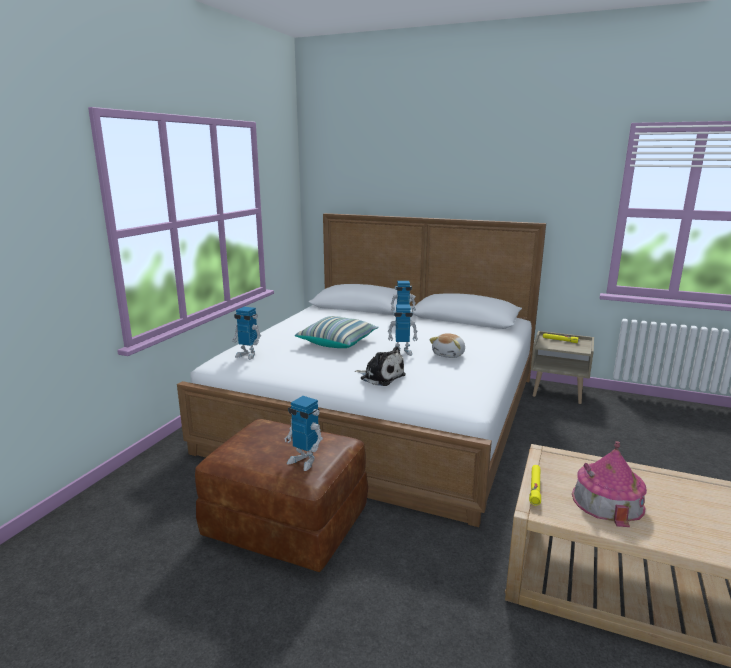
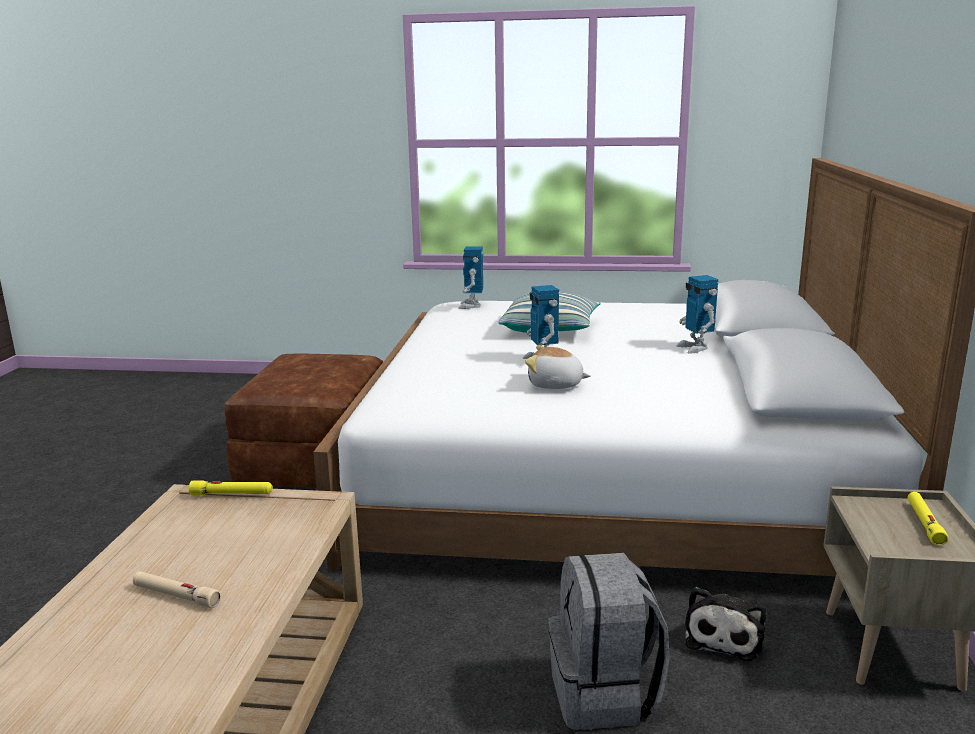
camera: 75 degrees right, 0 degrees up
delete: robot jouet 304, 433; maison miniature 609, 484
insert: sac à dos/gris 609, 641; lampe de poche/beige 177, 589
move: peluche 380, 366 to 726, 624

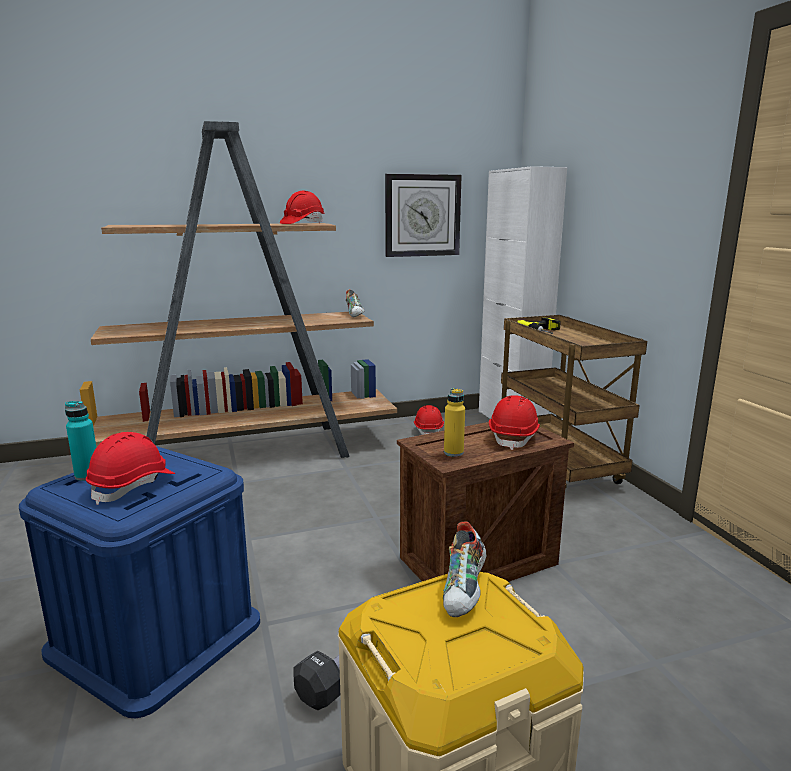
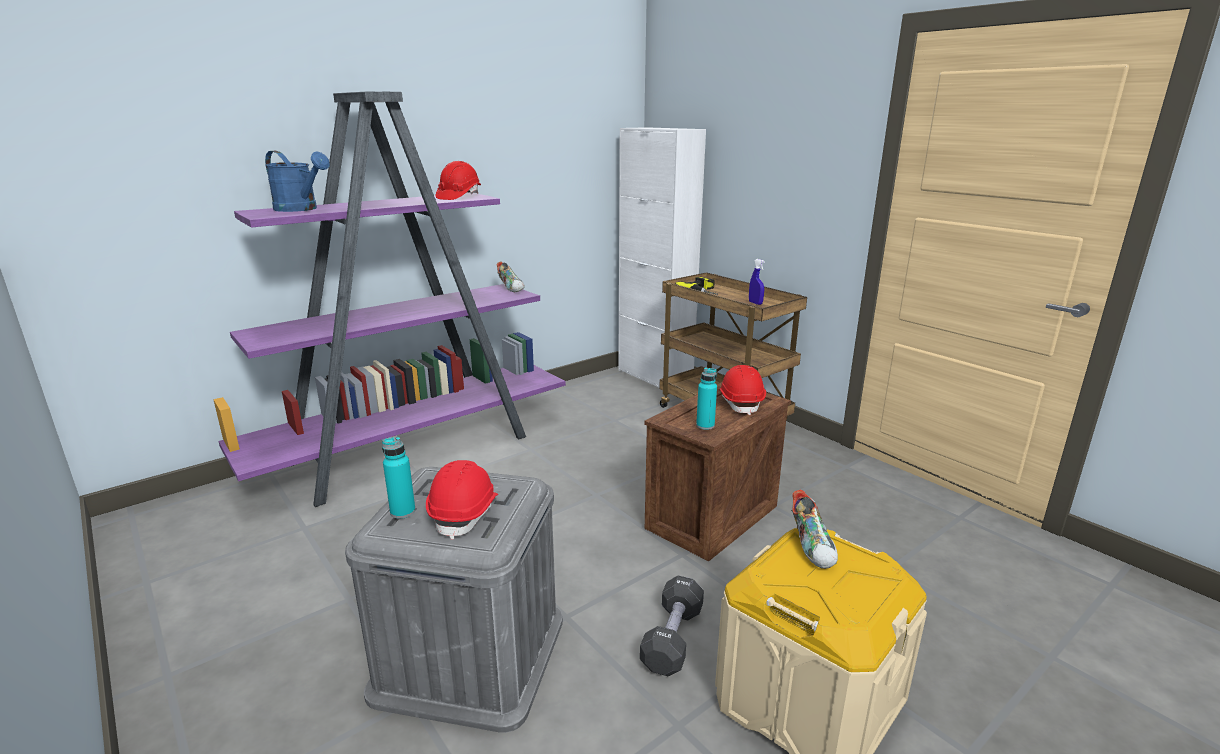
camera: 20 degrees left, 5 degrees up
delete: horloge murale 423, 215; casque de chantier/rouge 429, 420
insert: arrosoir/bleu 297, 181; vaporisateur/bleu 757, 282
recolor: bibliothèque/marron 238, 289 to bibliothèque/violet 389, 299; bouteille/jaune 454, 422 to bouteille/turquoise 706, 399; boîte de rangement/bleu 139, 582 to boîte de rangement/gris 454, 600

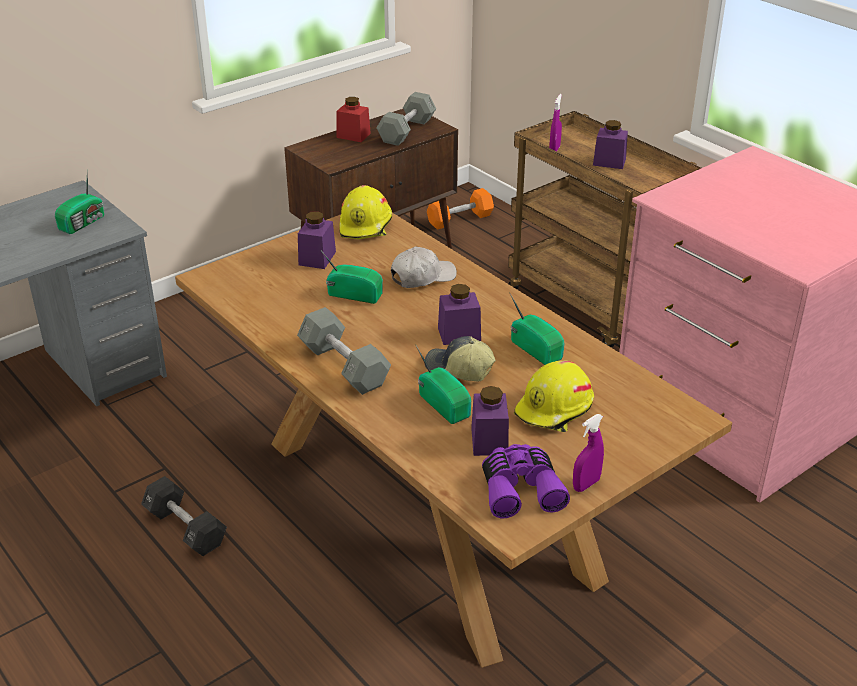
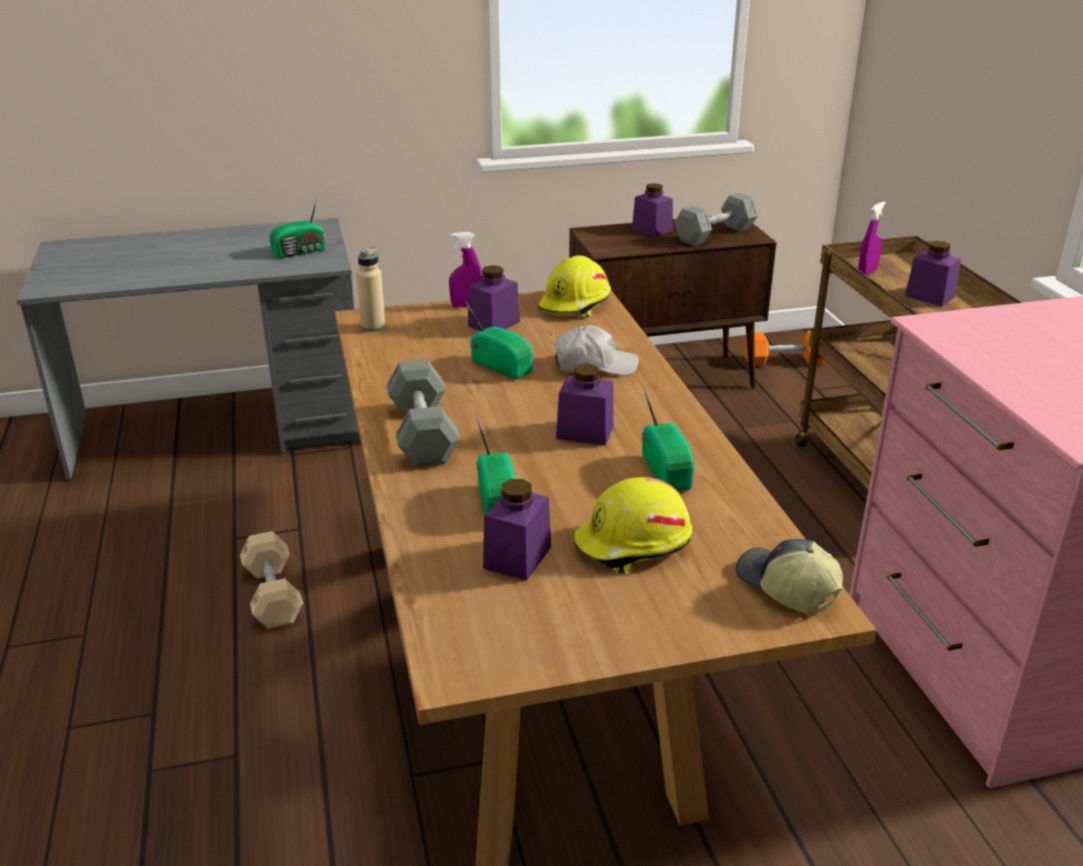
camera: 25 degrees right, 5 degrees down
delete: jumelles/violet 526, 481
insert: bouteille/beige 370, 289
move: casquette 460, 358 to 789, 576; vaporisateur/violet 588, 453 to 465, 269
recolor: bocal/rouge 353, 119 to bocal/violet 652, 210; haltère/noir 184, 516 to haltère/beige 271, 580

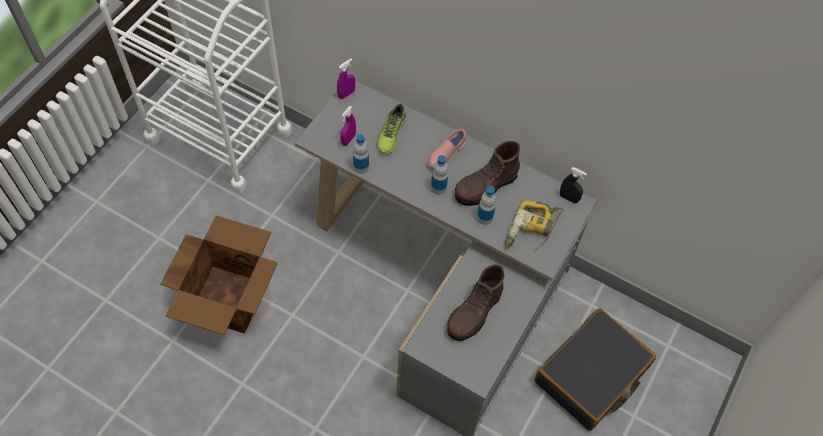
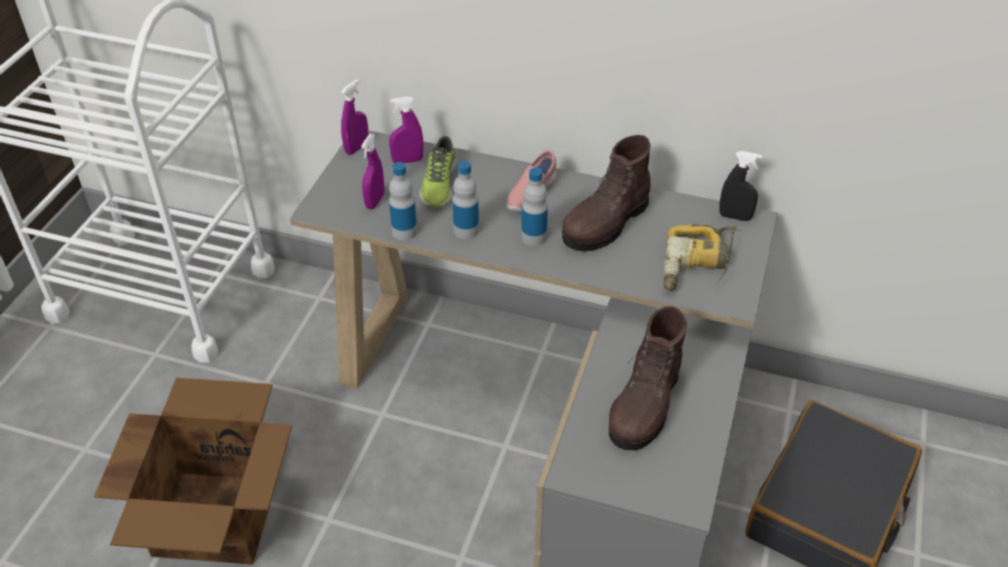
camera: 10 degrees left, 15 degrees down
insert: vaporisateur/violet 406, 130
move: bouteille 486, 205 to 465, 200

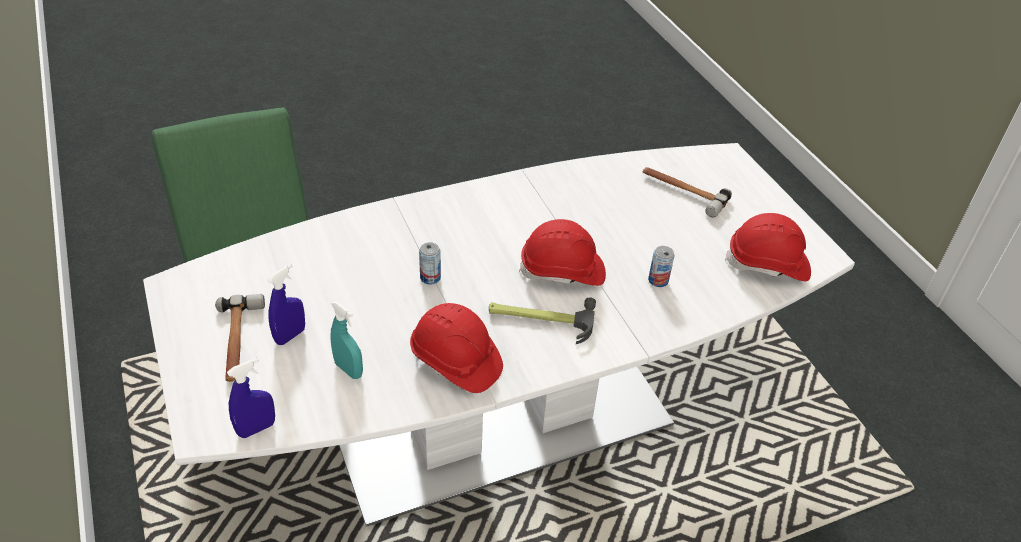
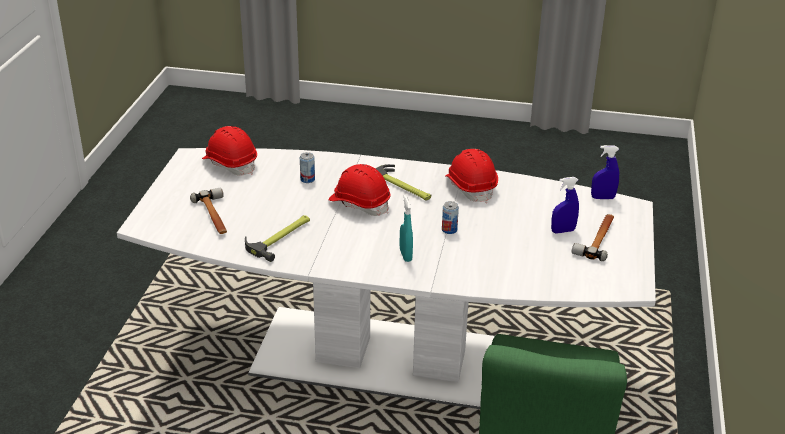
camera: 145 degrees left, 10 degrees down
insert: marteau 277, 238
move: vaporisateur/turquoise 347, 340 to 406, 228

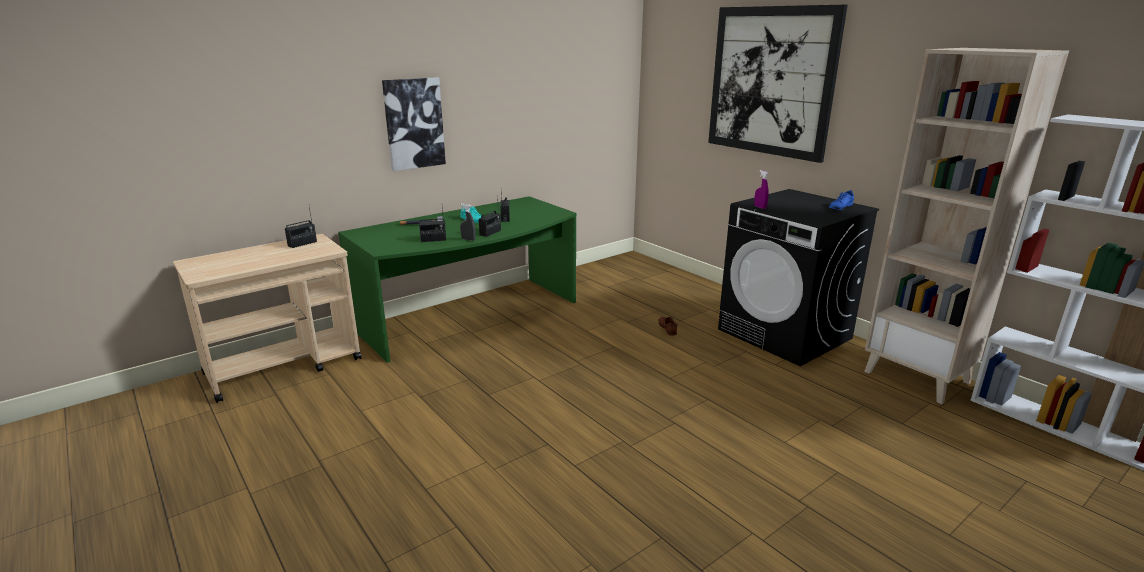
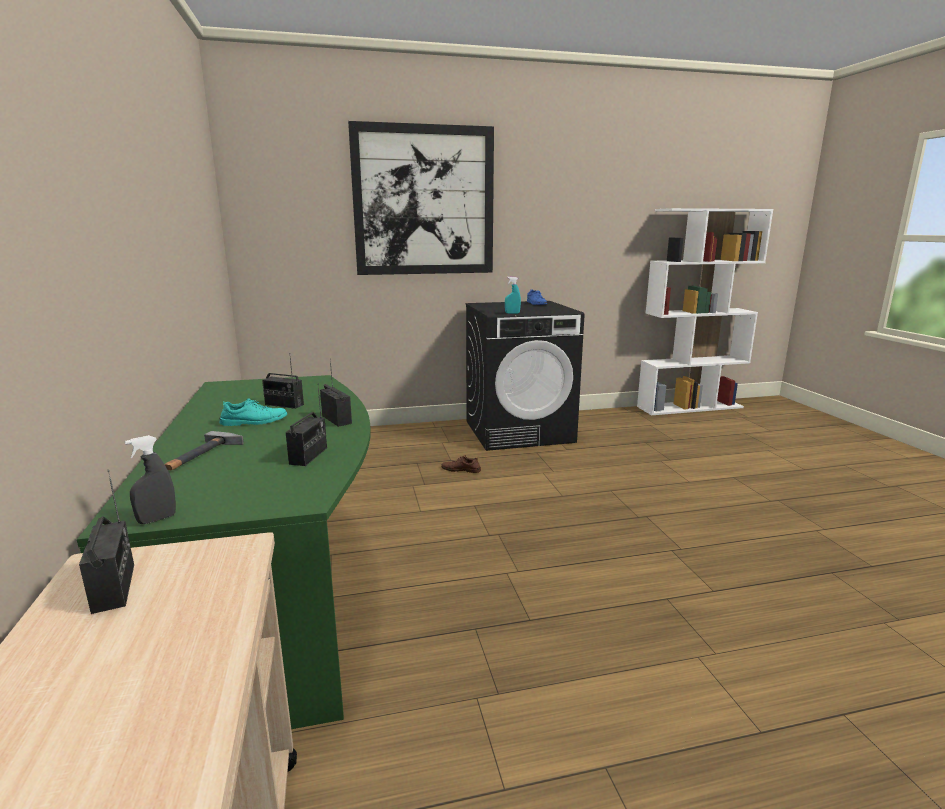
camera: 65 degrees left, 5 degrees down
delete: bibliothèque/beige 966, 226; tableau 414, 124
move: vaporisateur/gris 467, 222 to 150, 479
recolor: vaporisateur/violet 761, 189 to vaporisateur/turquoise 513, 295

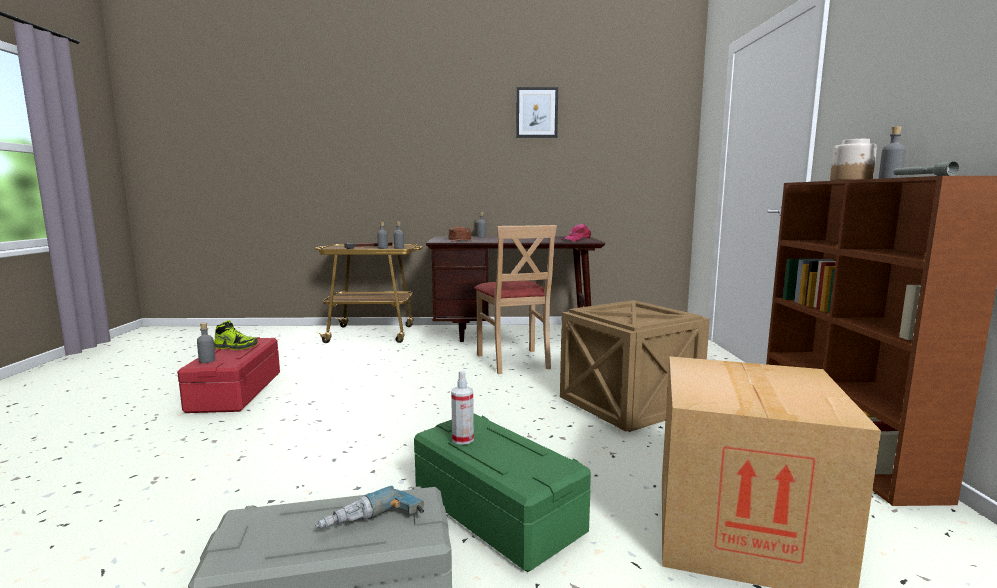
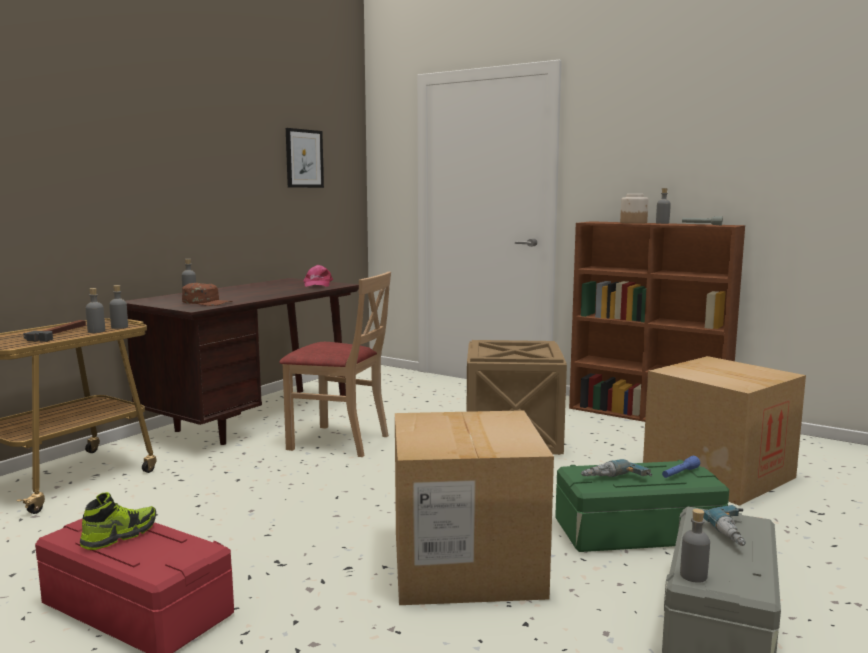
camera: 55 degrees left, 0 degrees up
insert: carton 474, 507; lampe de poche/bleu 681, 467
move: tableau 537, 112 to 305, 158; bouteille/gris 206, 343 to 695, 546
replace: vaporisateur 462, 407 to perceuse 616, 468

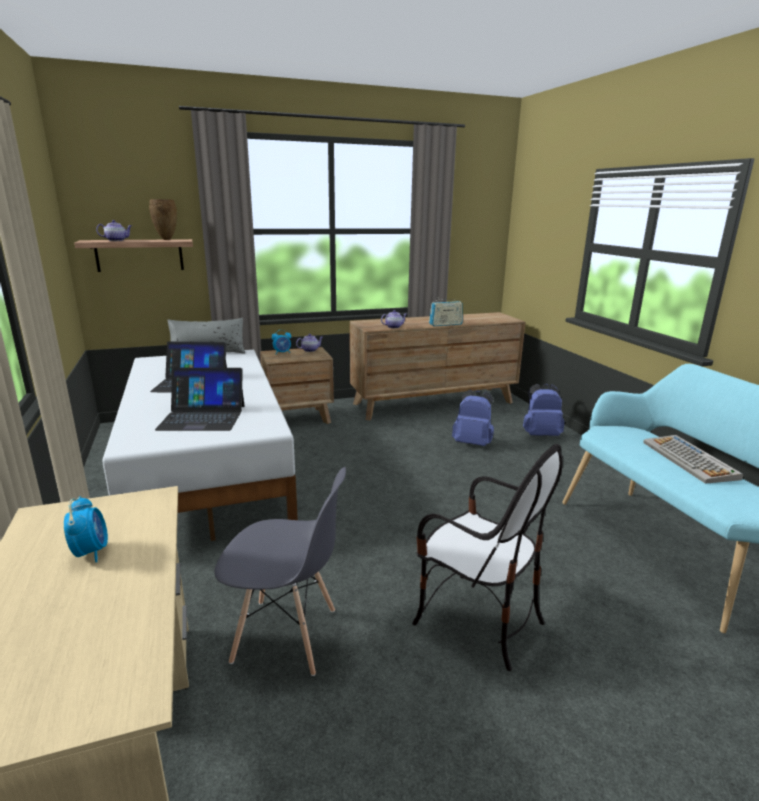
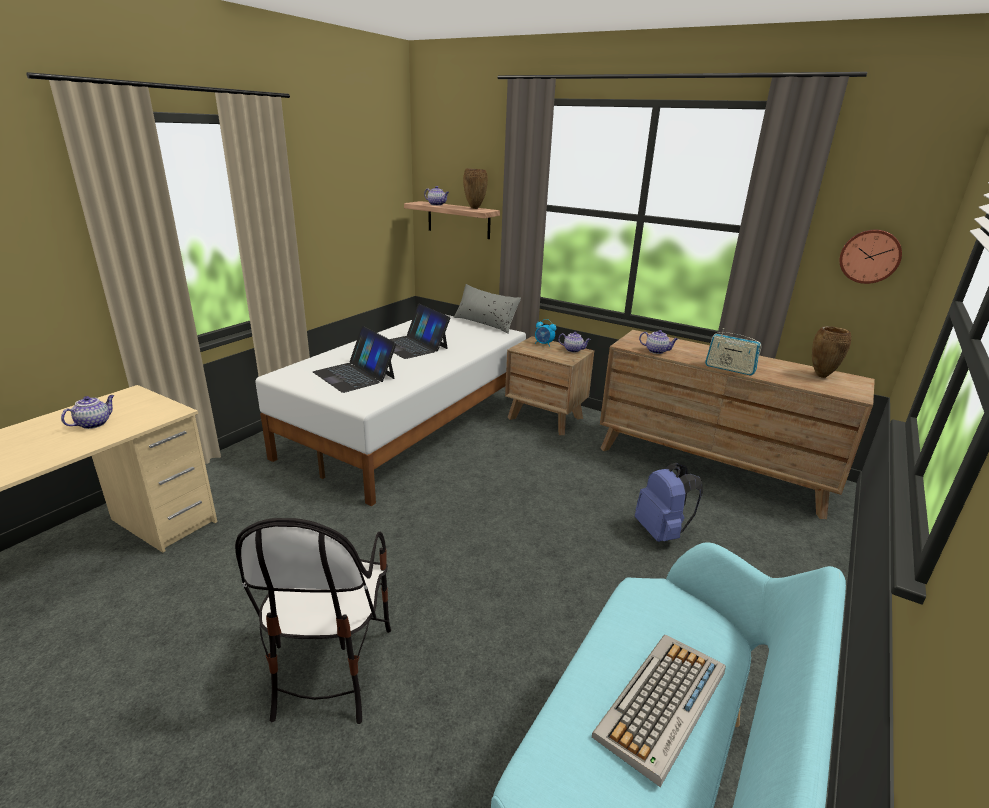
camera: 50 degrees right, 5 degrees up
delete: sac à dos/bleu 544, 409; chaise/gris 280, 571
insert: horloge murale 871, 257; vase/marron 831, 352
replace: réveil 86, 529 to théière 88, 412

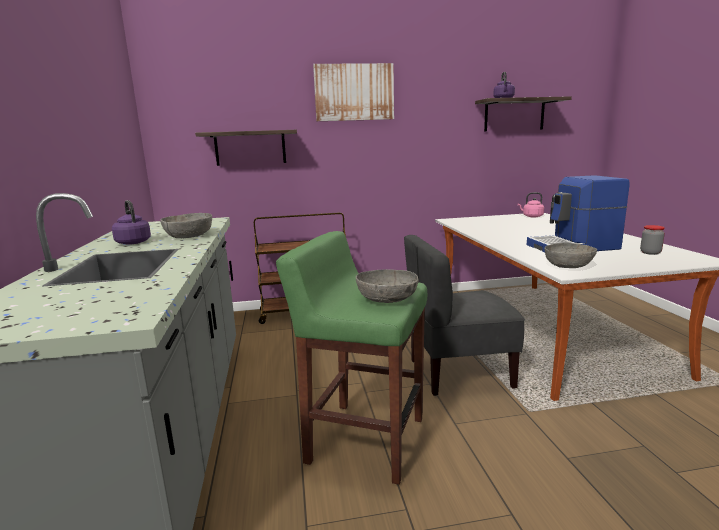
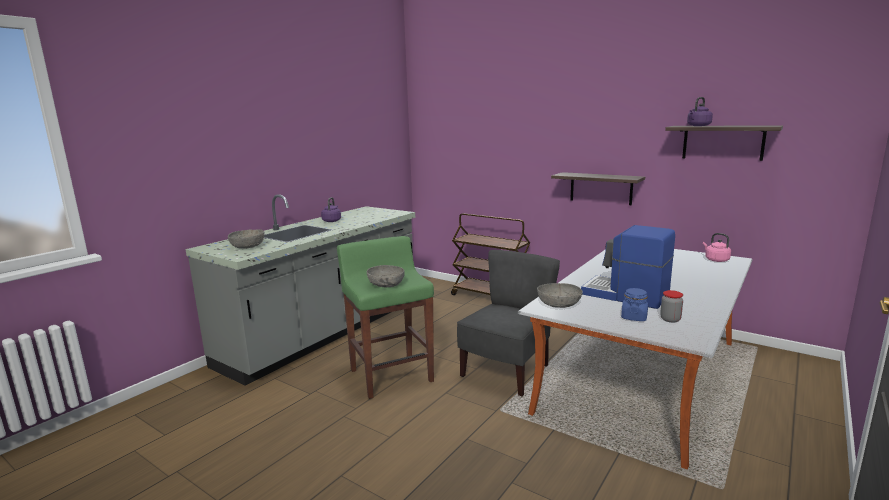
camera: 45 degrees right, 0 degrees up
delete: tableau 353, 92
insert: bocal/bleu 634, 304
move: étagère 246, 148 to 598, 188; bol/gris 186, 225 to 246, 239
rotate: chaise/gris 464, 315 = 508, 323 90 degrees clockwise

